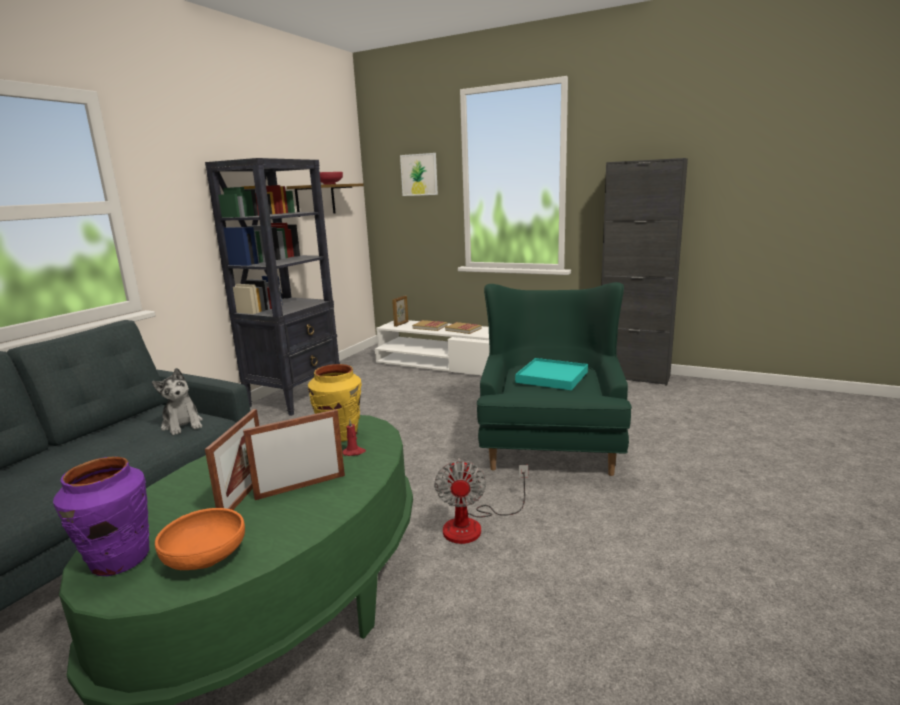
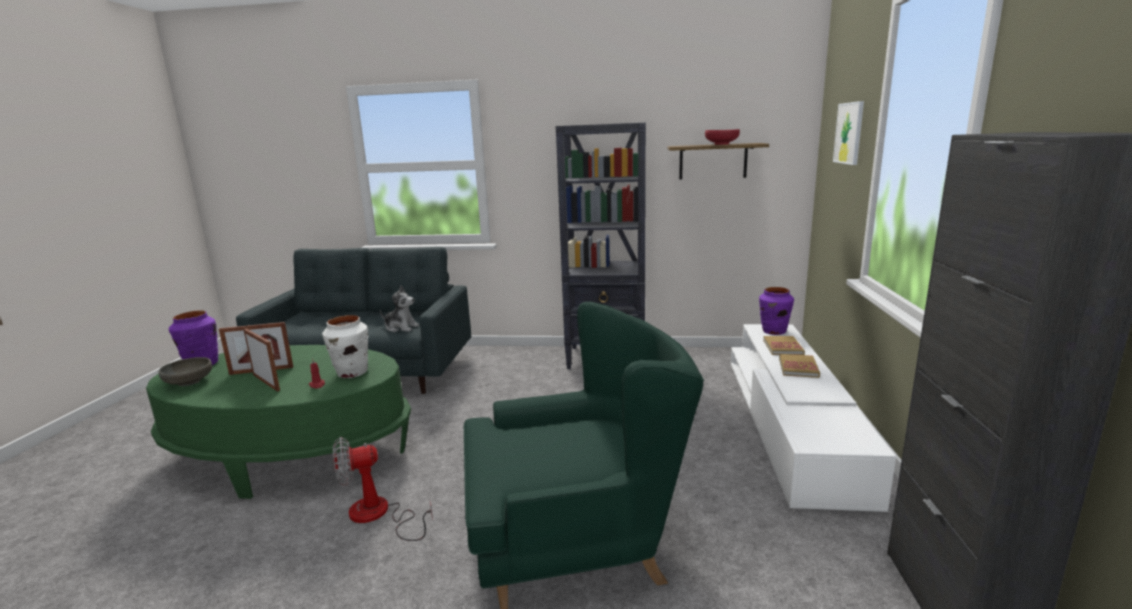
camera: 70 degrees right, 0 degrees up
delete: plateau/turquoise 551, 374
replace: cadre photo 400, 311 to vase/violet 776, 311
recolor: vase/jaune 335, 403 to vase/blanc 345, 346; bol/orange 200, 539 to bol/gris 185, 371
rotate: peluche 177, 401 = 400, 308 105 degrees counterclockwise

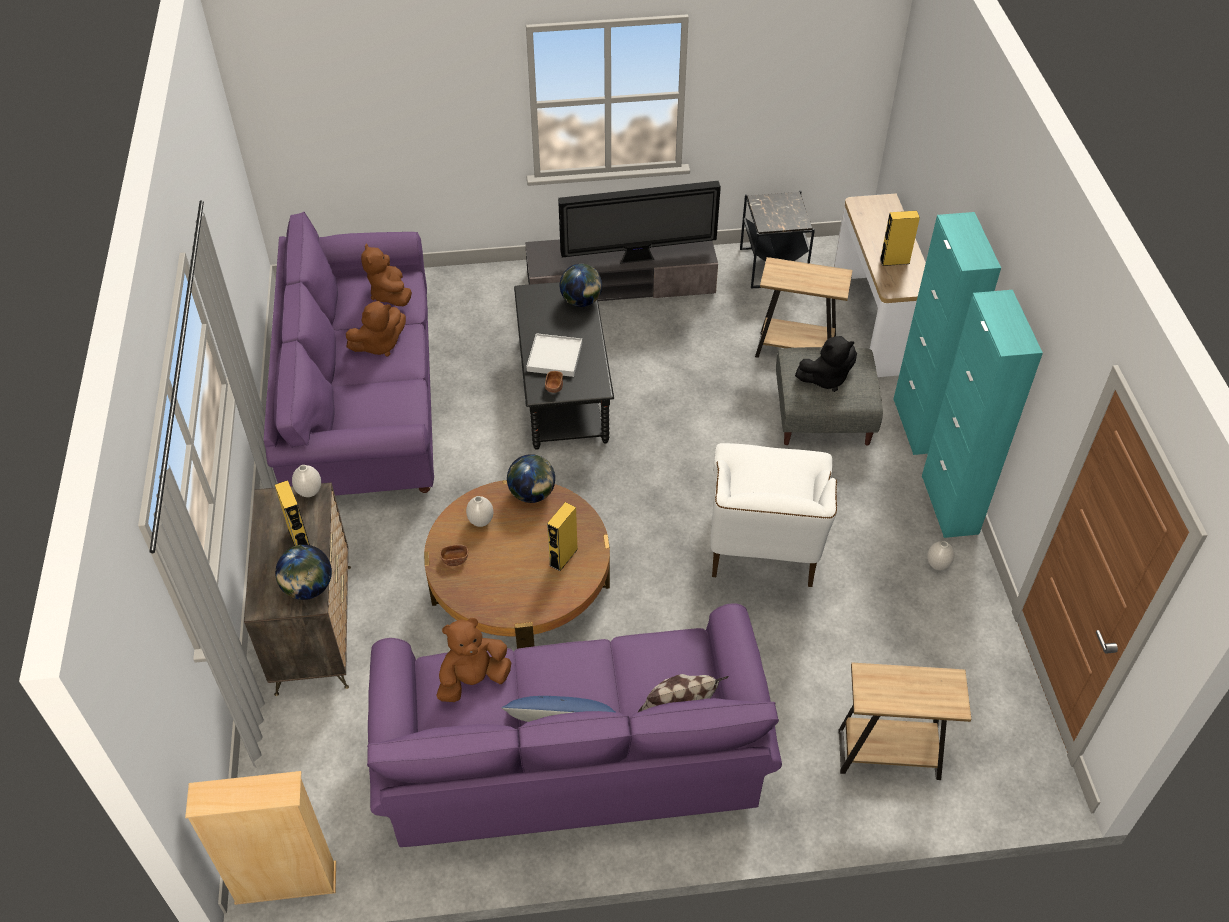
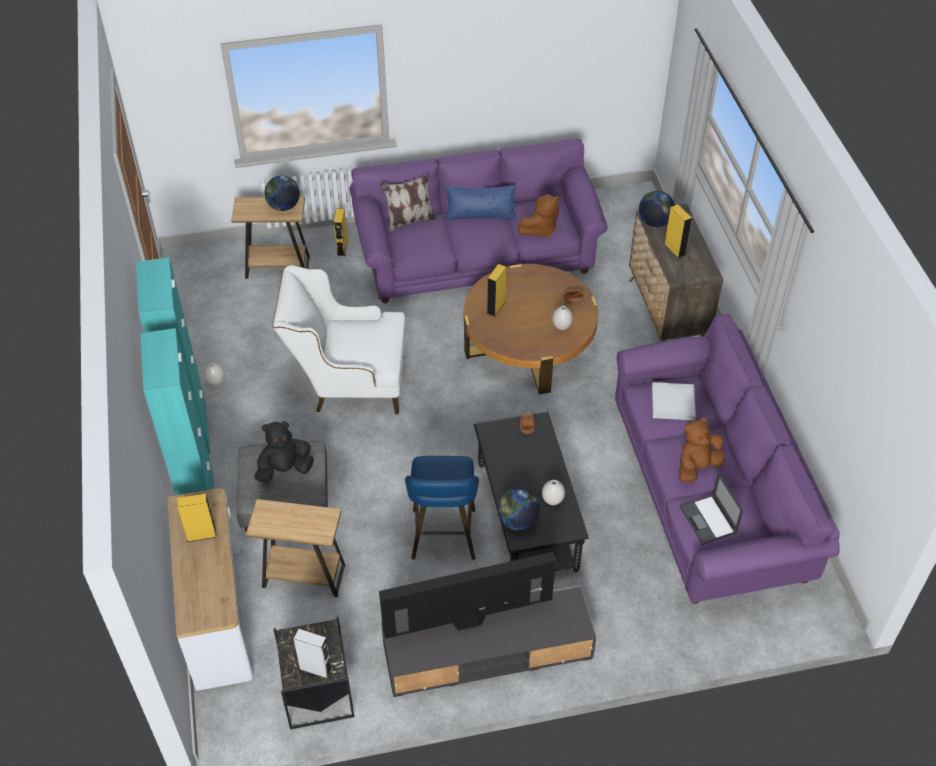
camera: 175 degrees right, 0 degrees up
delete: bibliothèque/beige 260, 838
insert: enceinte/jaune 340, 232; tabouret/bleu 442, 508; enceinte/gris 313, 654
move: plateau/blanc 554, 355 to 674, 401; globe 531, 478 to 282, 193; vase/blanc 306, 481 to 553, 492
replace: peluche/marron 386, 275 to ordinateur portable 712, 509
rotate: fauteuil/blanc 774, 515 = 338, 339 90 degrees counterclockwise

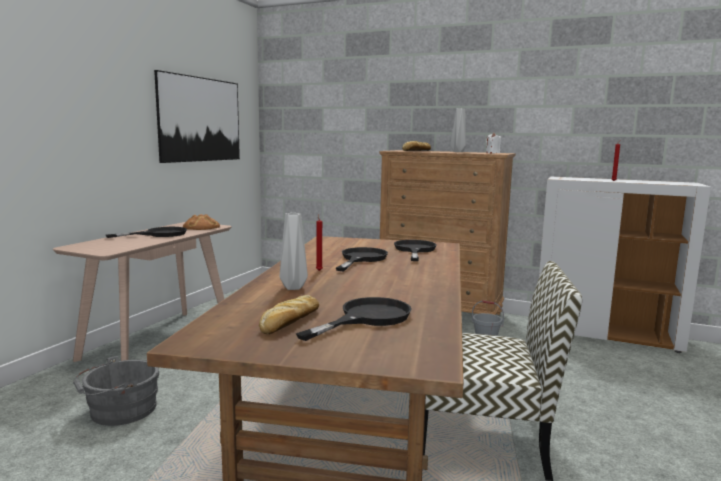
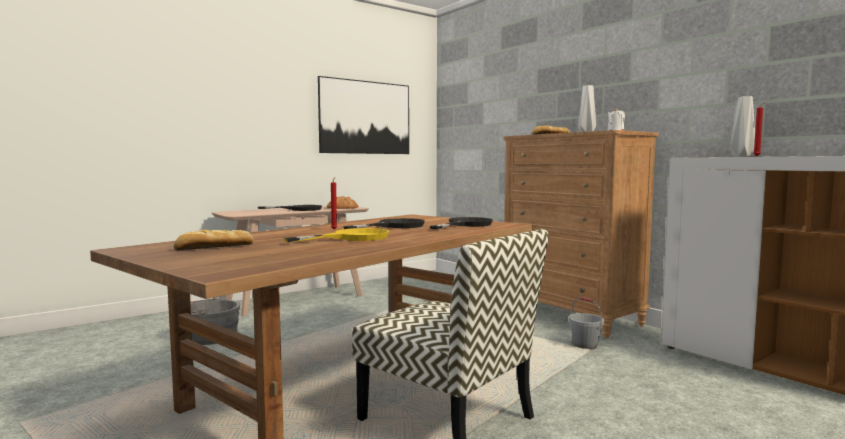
camera: 30 degrees right, 5 degrees down
delete: poêle/noir 354, 319
insert: poêle/jaune 336, 235
move: vase/gris 294, 251 to 743, 126

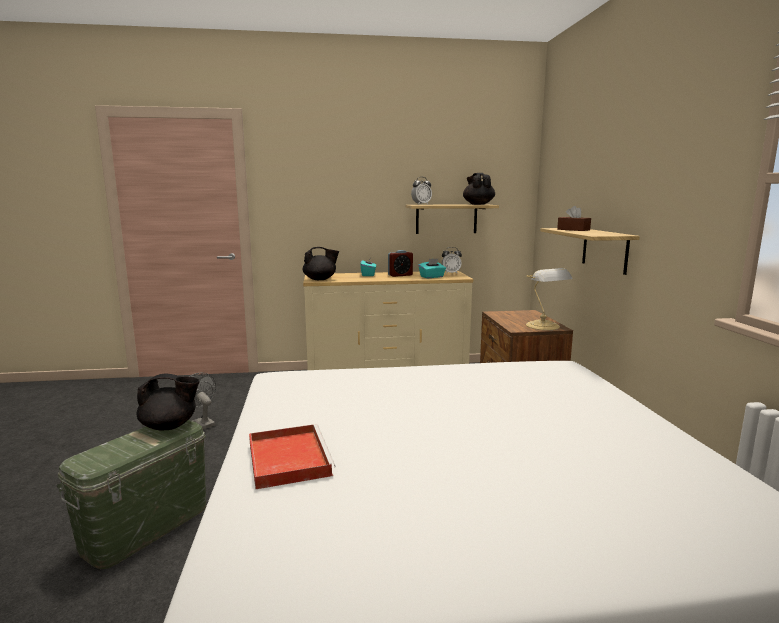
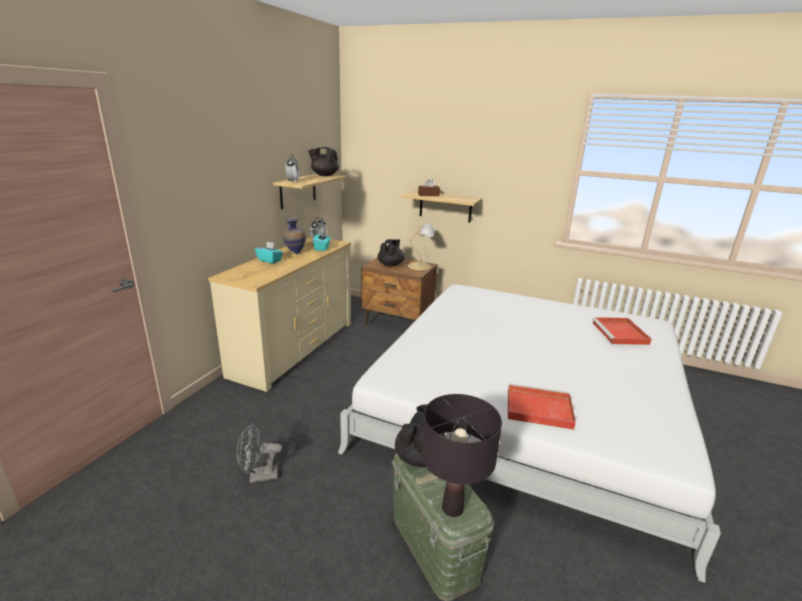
camera: 60 degrees left, 10 degrees up
insert: plateau/rouge 622, 331; lampe de table/noir 461, 455
move: théière/noir 320, 263 to 391, 252
replace: réveil 400, 263 to vase 294, 235

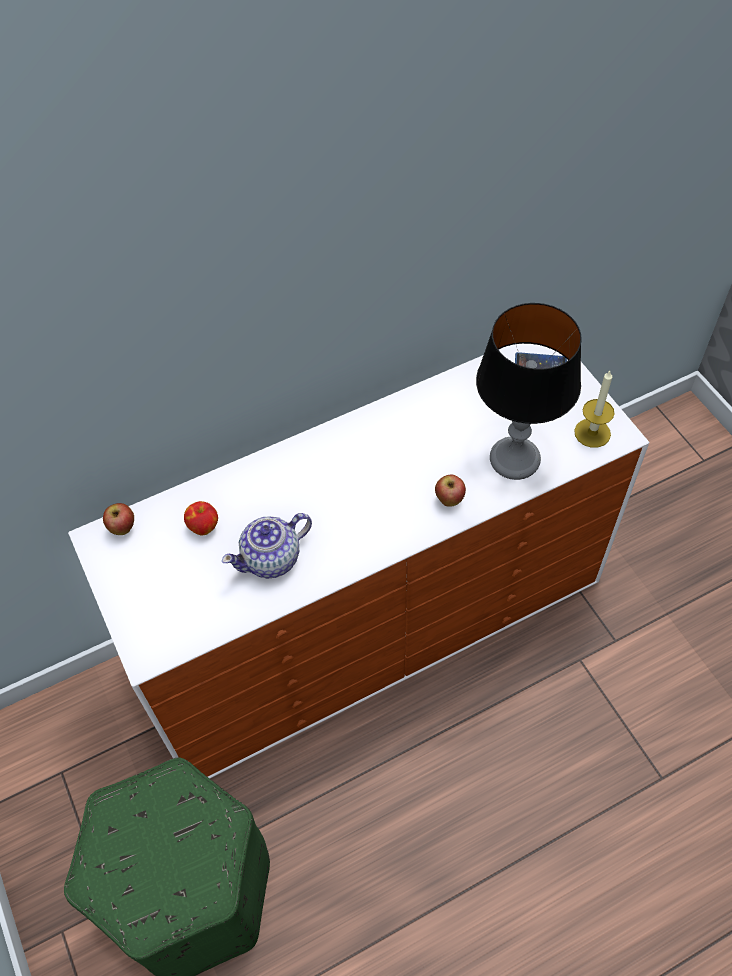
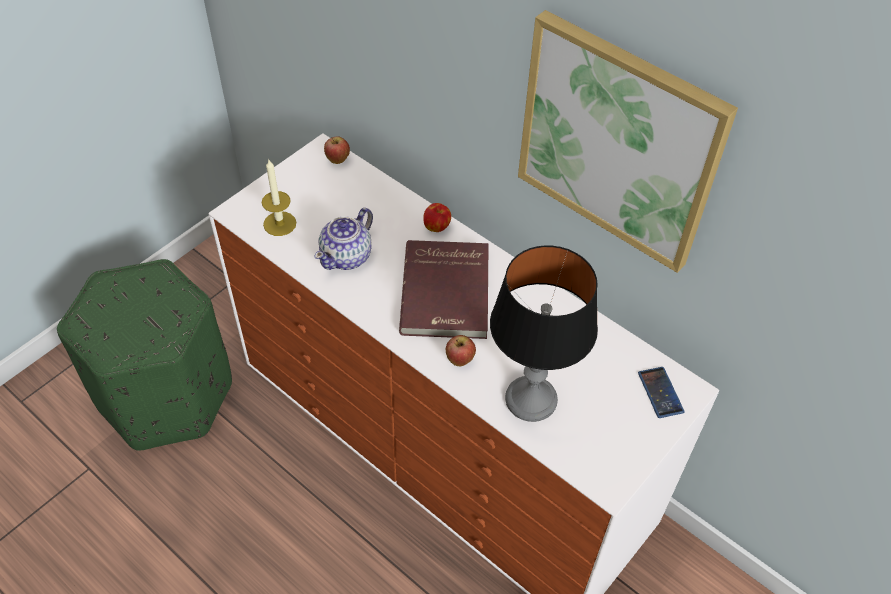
camera: 65 degrees right, 5 degrees down
insert: tableau 628, 141; livre/rouge 444, 289
move: bougie 594, 409 to 279, 198; pomme 201, 518 to 437, 217
rotate: théière 267, 545 = 343, 239 90 degrees counterclockwise

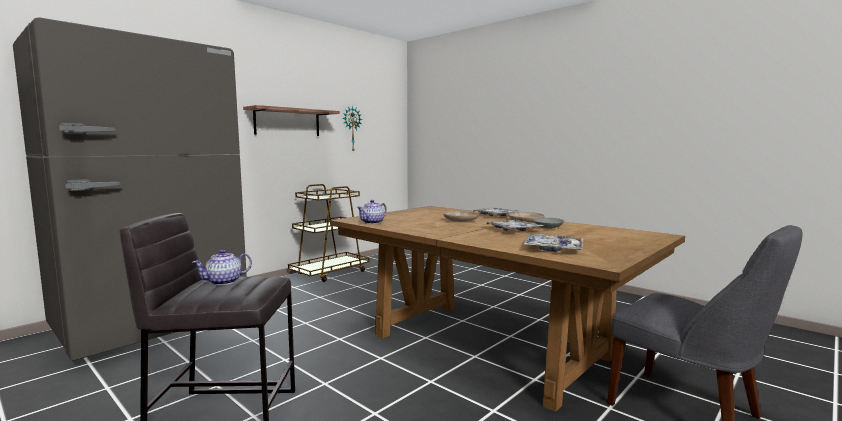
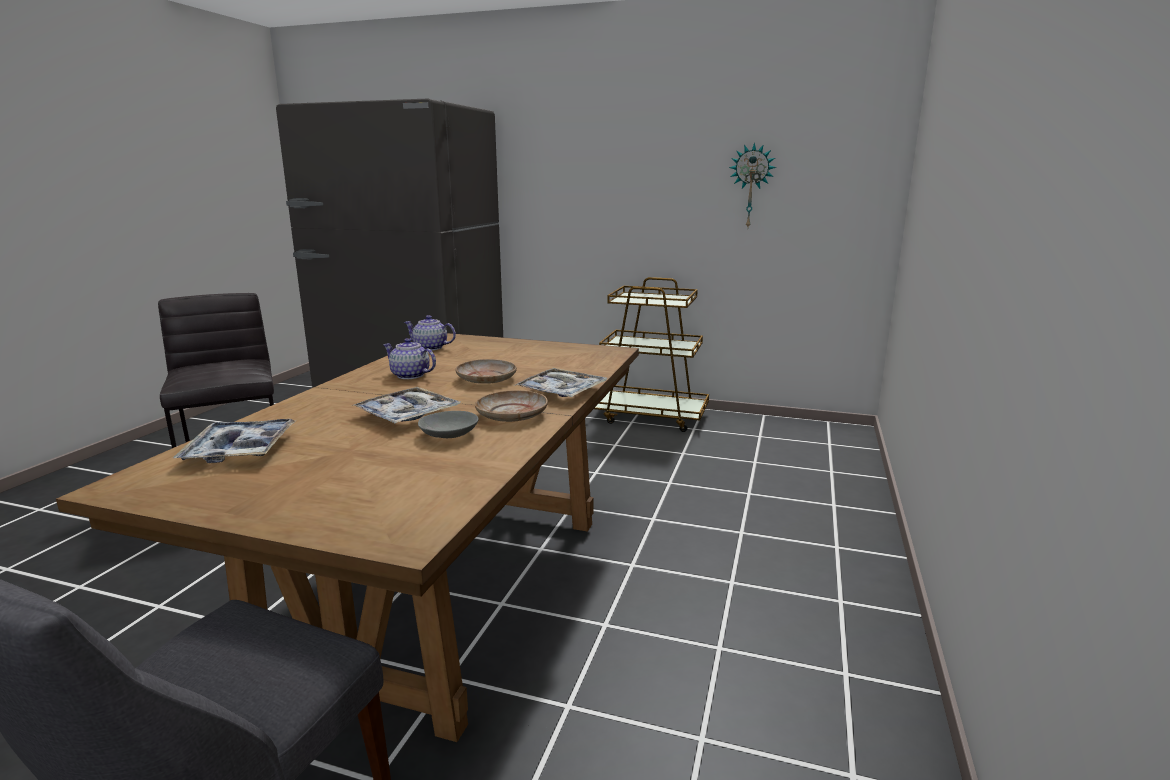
camera: 65 degrees right, 10 degrees up
delete: étagère 291, 120
move: théière 222, 267 to 409, 358

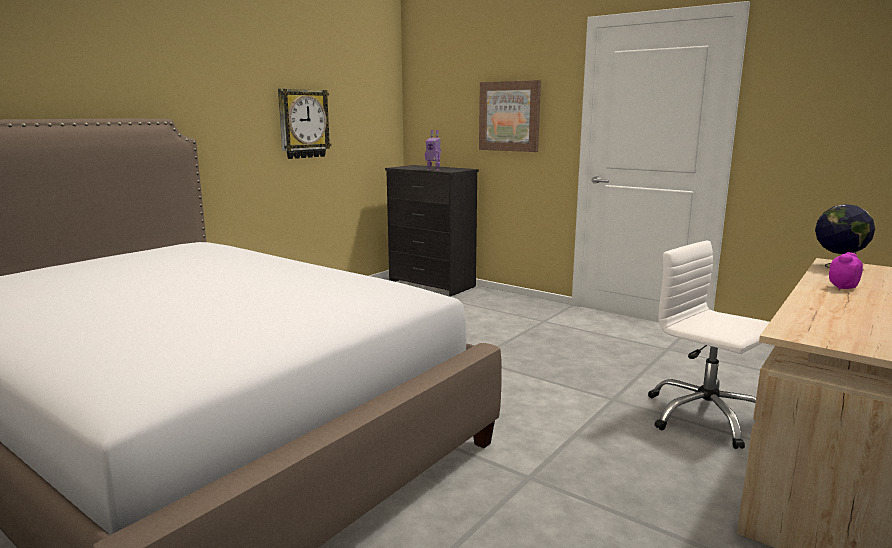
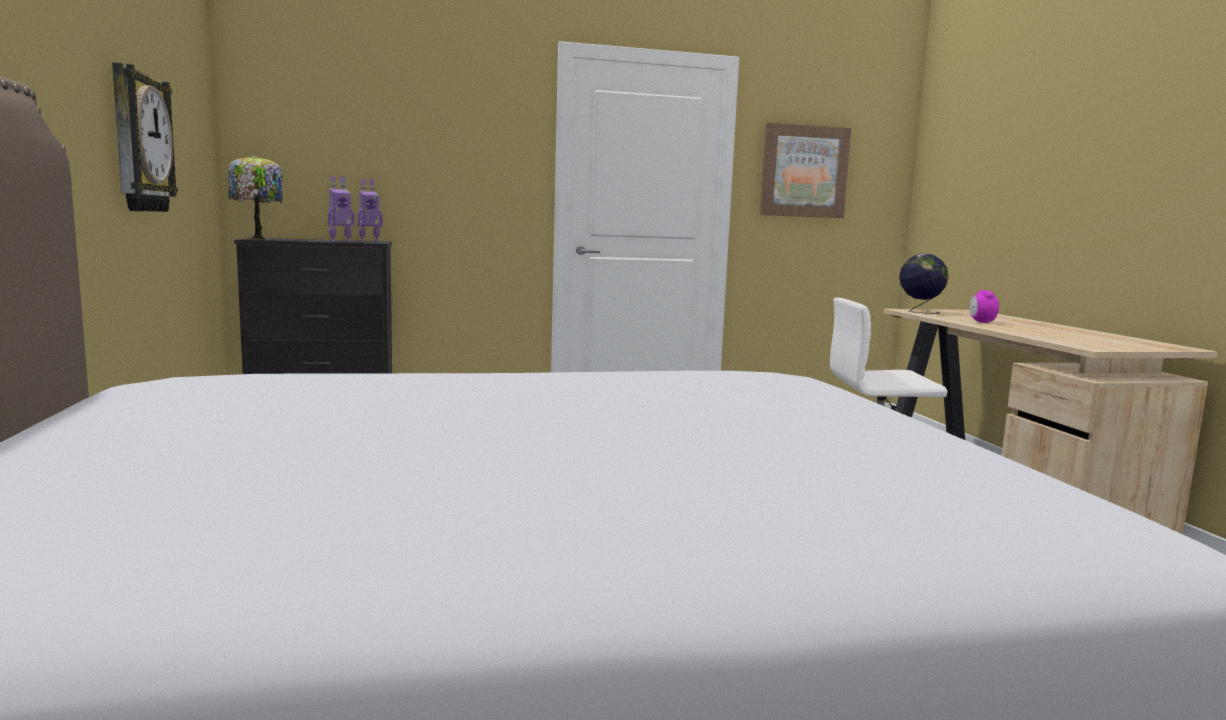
camera: 50 degrees left, 5 degrees down
insert: lampe de table 255, 197; robot jouet 370, 210
move: tableau 510, 116 to 805, 170

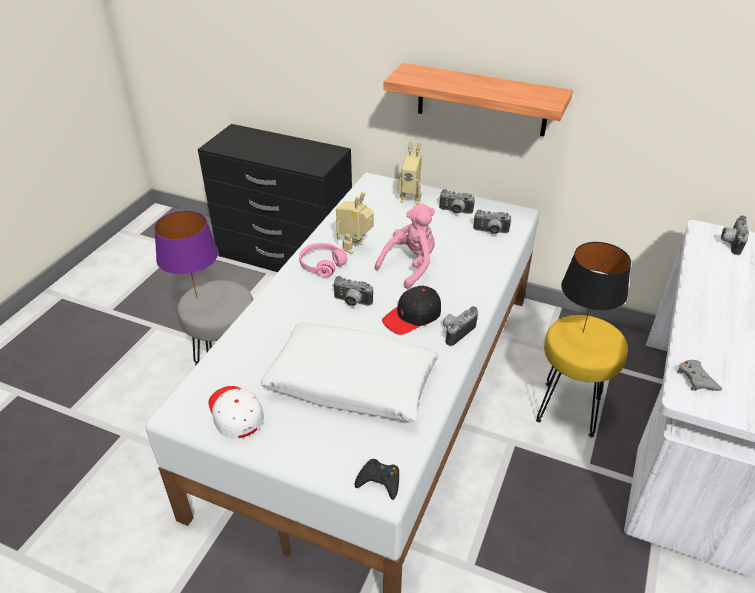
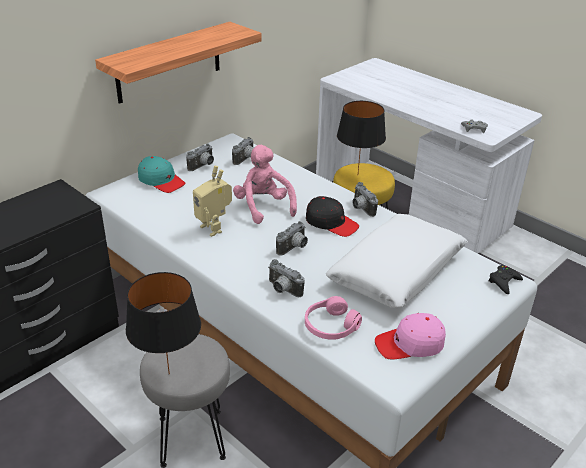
camera: 70 degrees left, 5 degrees down
move: appareil photo 735, 235 to 286, 278; casque audio/rose 323, 260 to 333, 318
replace: robot jouet 410, 173 to casquette/turquoise 162, 174
recolor: lampe de table/violet 186, 254 to lampe de table/noir 163, 323; casquette/blanc 236, 412 to casquette/rose 410, 336
rotate: casquette/noir 411, 310 = 332, 216 45 degrees counterclockwise

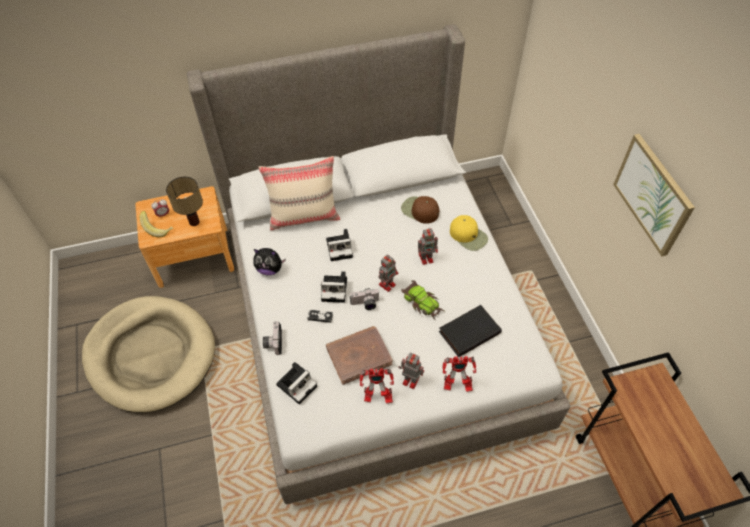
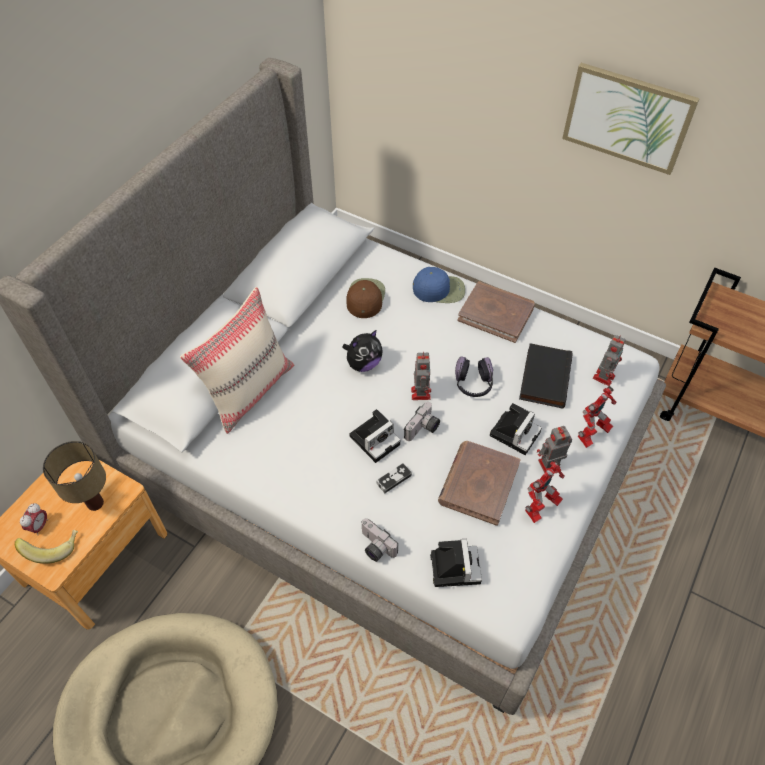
camera: 45 degrees left, 0 degrees up
insert: livre/marron 496, 312
move: robot jouet 428, 246 to 609, 360; appareil photo 339, 245 to 516, 429; peluche 270, 261 to 362, 351
replace: petite voiture 422, 299 to casque audio 474, 376
recolor: casquette/jaune 469, 233 to casquette/bleu 439, 285
rotate: casquette/marron 420, 210 = 365, 298 105 degrees clockwise

